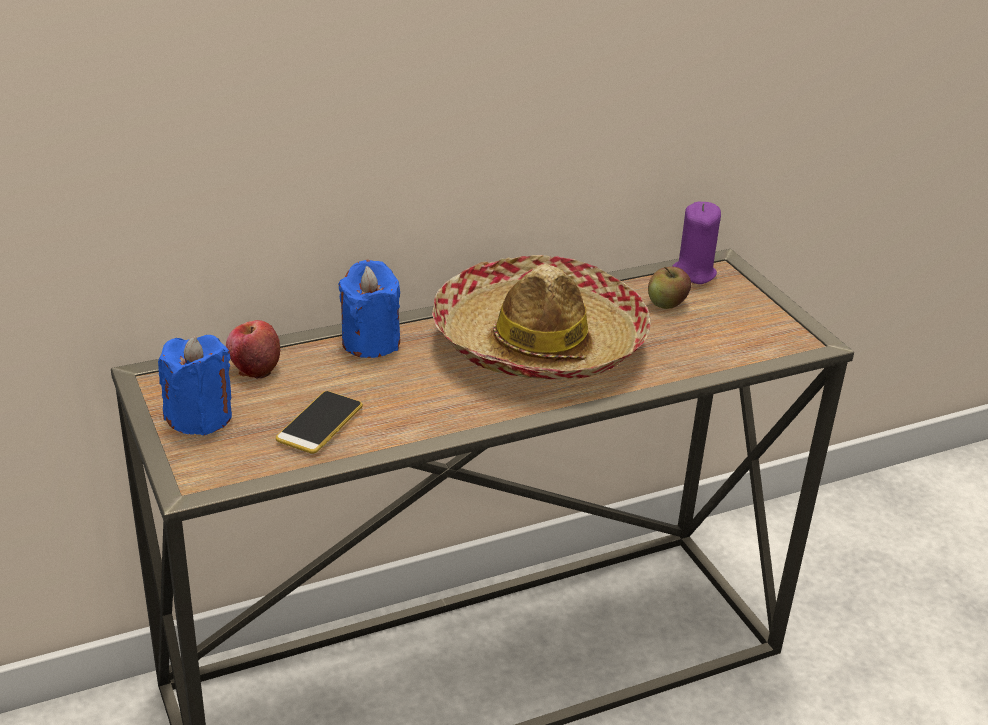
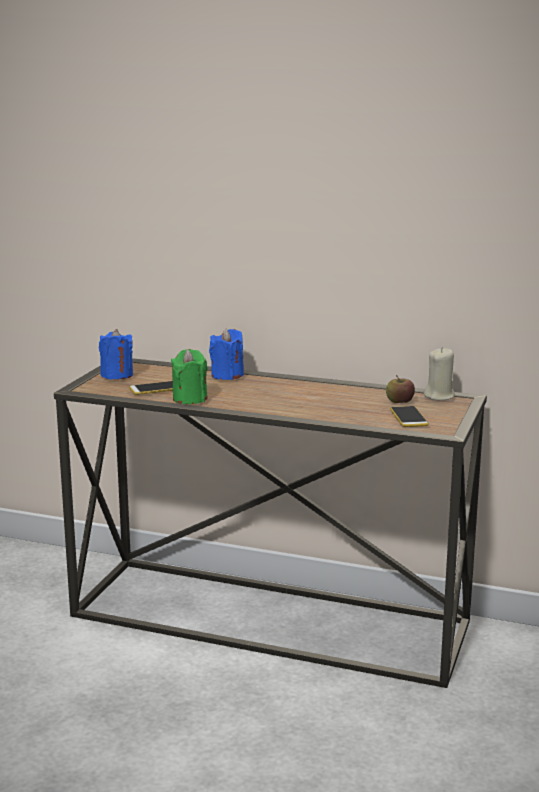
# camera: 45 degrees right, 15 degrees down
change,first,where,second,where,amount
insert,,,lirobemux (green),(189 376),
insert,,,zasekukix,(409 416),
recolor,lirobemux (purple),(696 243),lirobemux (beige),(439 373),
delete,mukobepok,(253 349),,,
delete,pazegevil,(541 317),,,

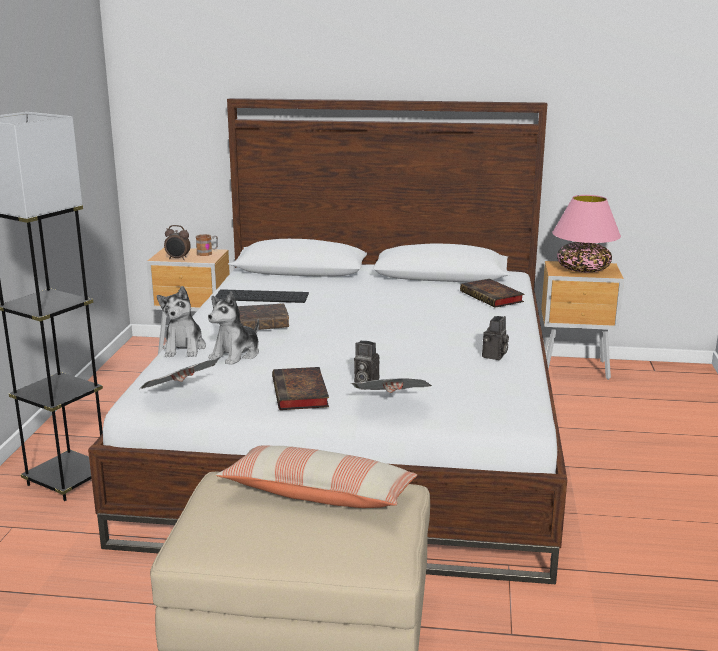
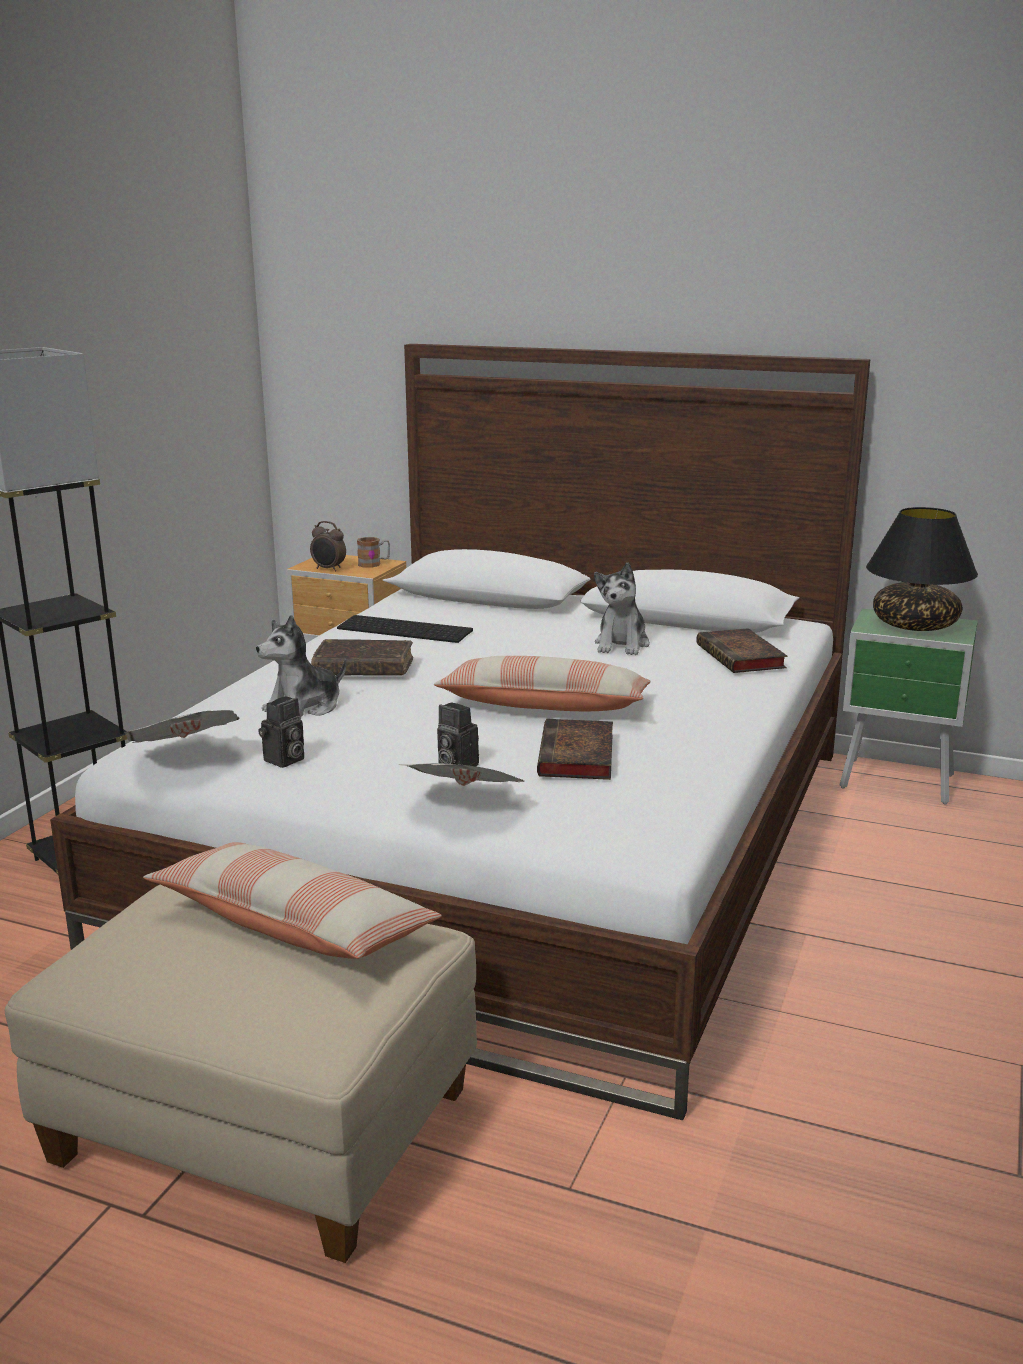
# camera: 15 degrees right, 0 degrees up
change,first,where,second,where,amount
move,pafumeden,(495 338),,(281 732),
insert,,,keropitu,(542 683),
move,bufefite,(300 388),,(575 749),
move,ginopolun,(181 321),,(622 609),
recolor,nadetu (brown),(582 320),nadetu (green),(909 706),
recolor,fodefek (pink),(586 233),fodefek (black),(922 569),

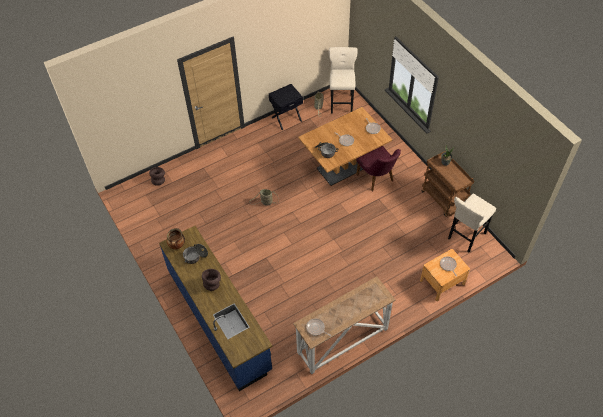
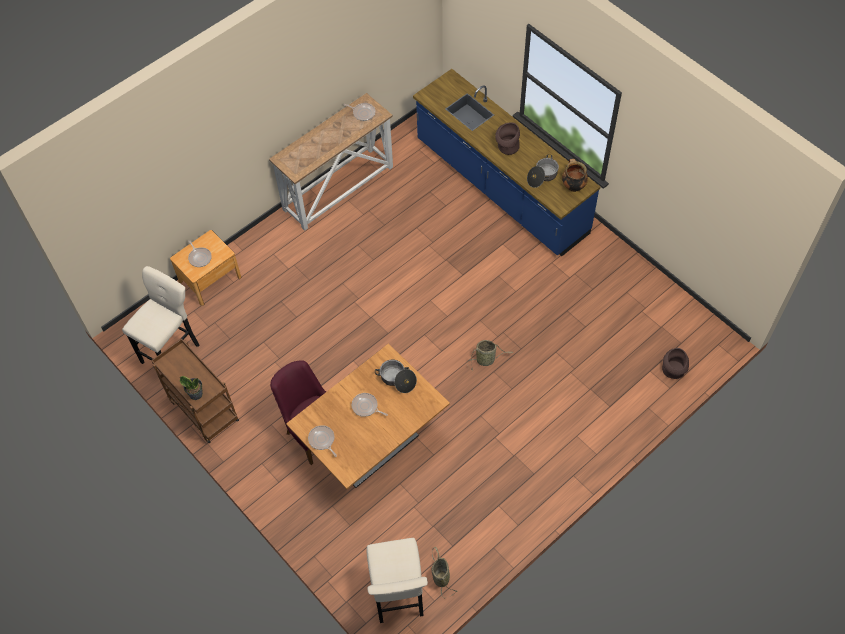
# camera: 170 degrees right, 5 degrees up
change,first,where,second,where,amount
delete,nadetu (black),(286 107),,,

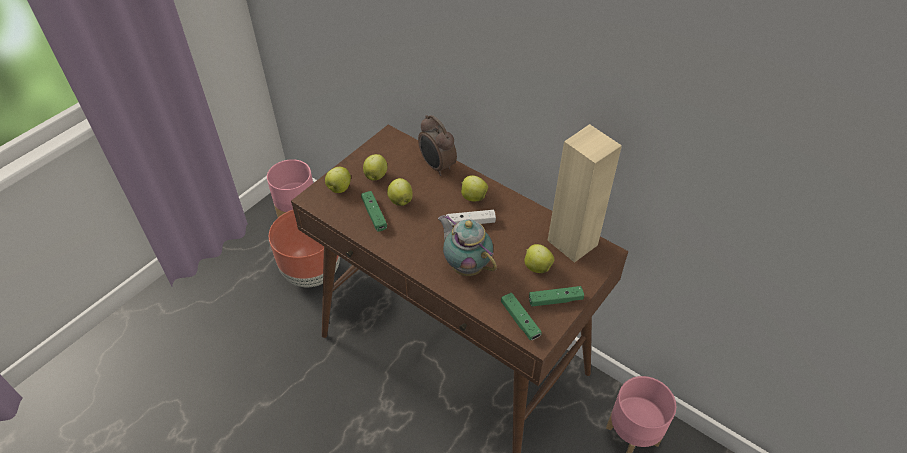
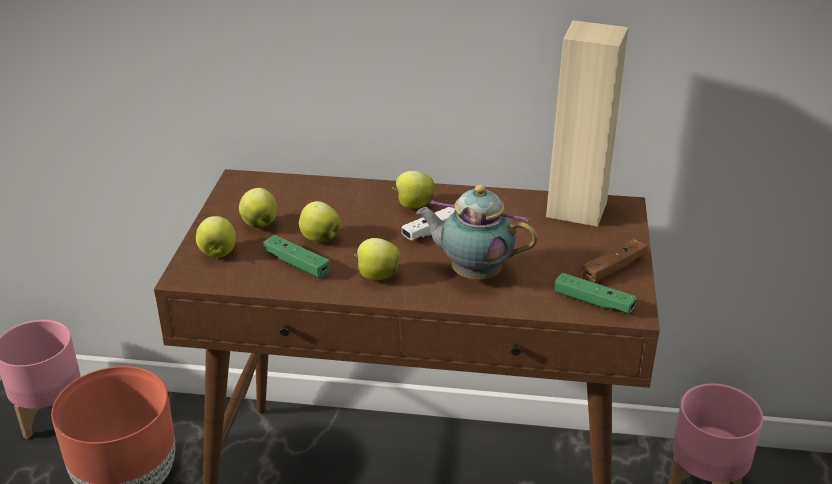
# camera: 30 degrees left, 15 degrees down
change,first,where,second,where,amount
move,mukobepok,(539 258),,(377 259),
recolor,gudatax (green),(556 296),gudatax (brown),(614 261),
delete,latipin,(437 145),,,

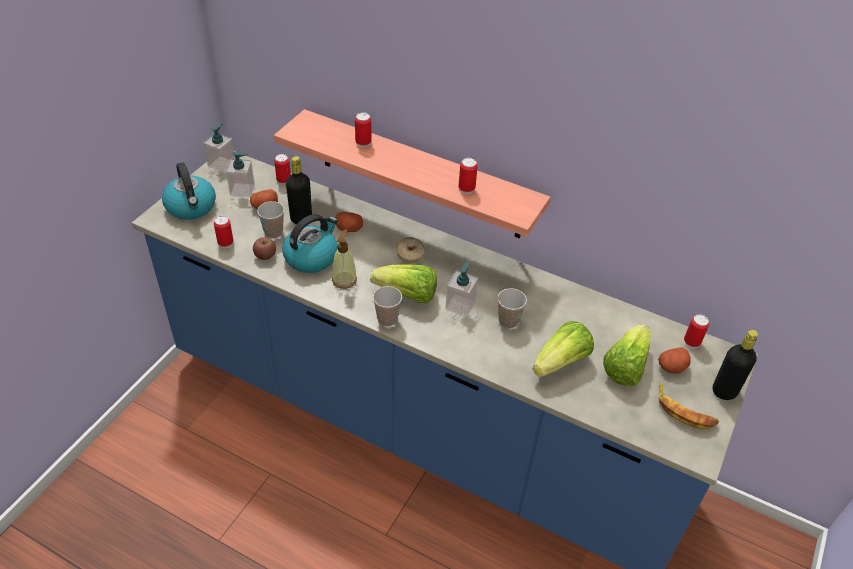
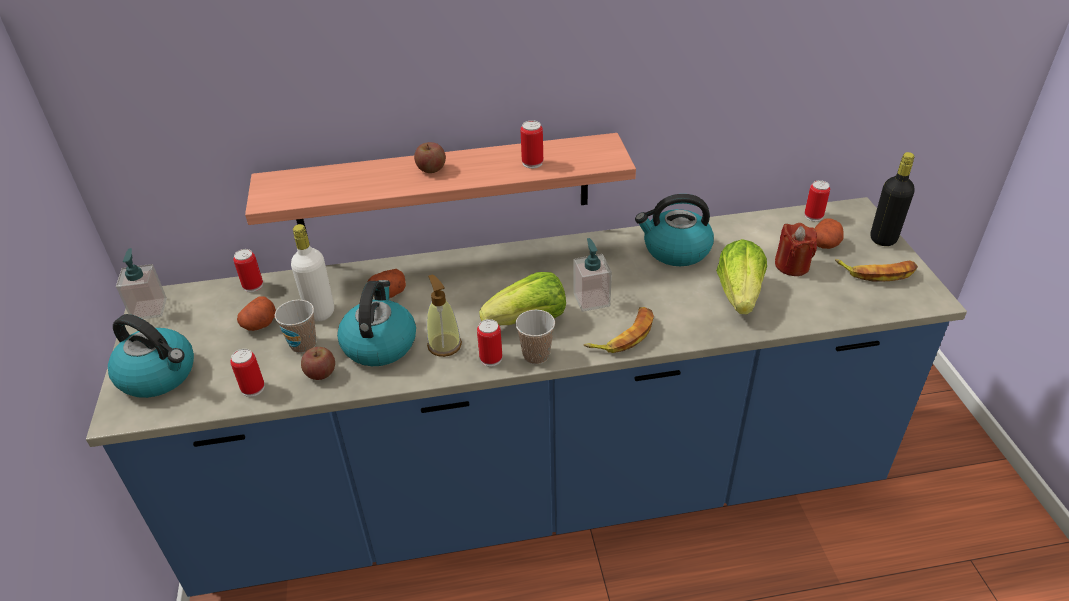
# camera: 35 degrees left, 5 degrees down
change,first,where,second,where,amount
recolor,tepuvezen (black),(299 190),tepuvezen (white),(312 273),
insert,,,mukobepok,(430 157),
move,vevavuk,(363 129),,(489 343),
insert,,,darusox,(619 330),
insert,,,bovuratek,(674 230),
replace,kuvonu,(627 355),lirobemux (red),(796 249),
delete,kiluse,(240 174),,,
delete,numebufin,(411 250),,,
delete,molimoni,(512 308),,,

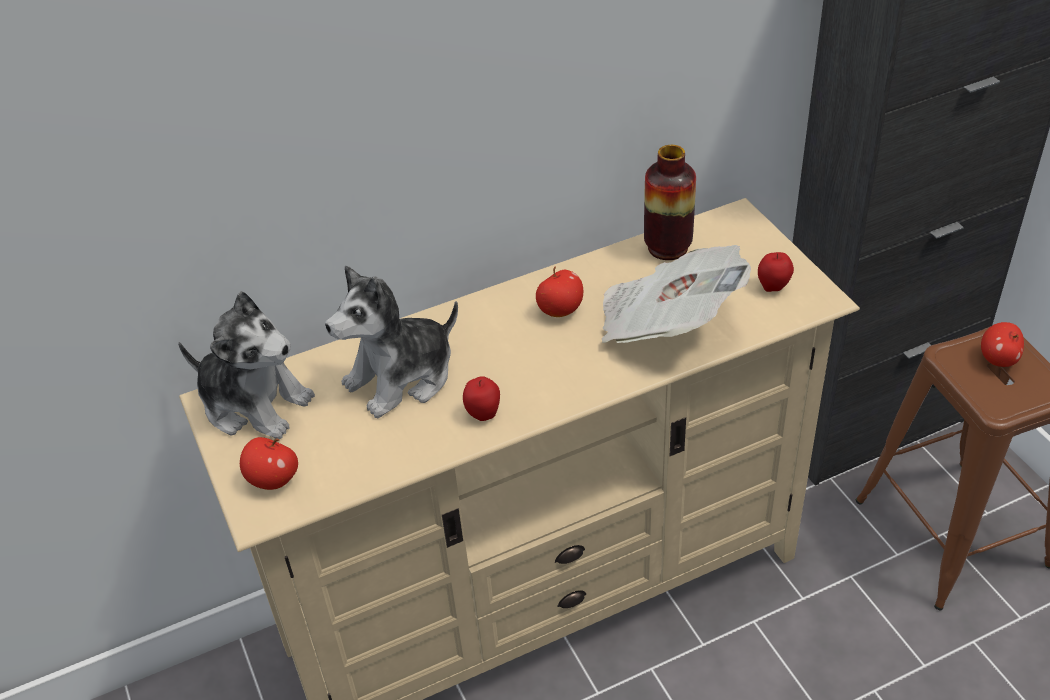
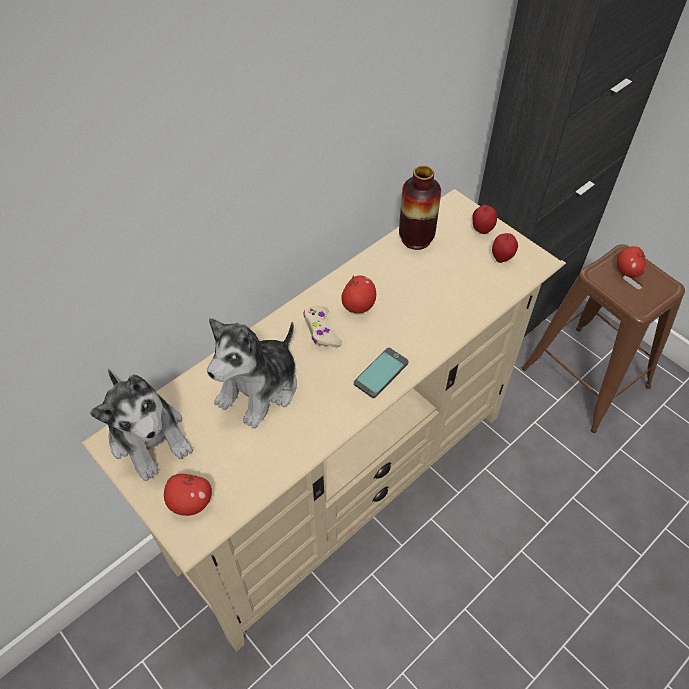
# camera: 20 degrees left, 10 degrees up
change,first,where,second,where,amount
rotate,ginopolun,(246 365),,(141 425),45 degrees clockwise
insert,,,gudatax (beige),(322 326),
insert,,,zasekukix,(381 373),
move,mukobepok,(481 398),,(485 219),
delete,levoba,(676 294),,,

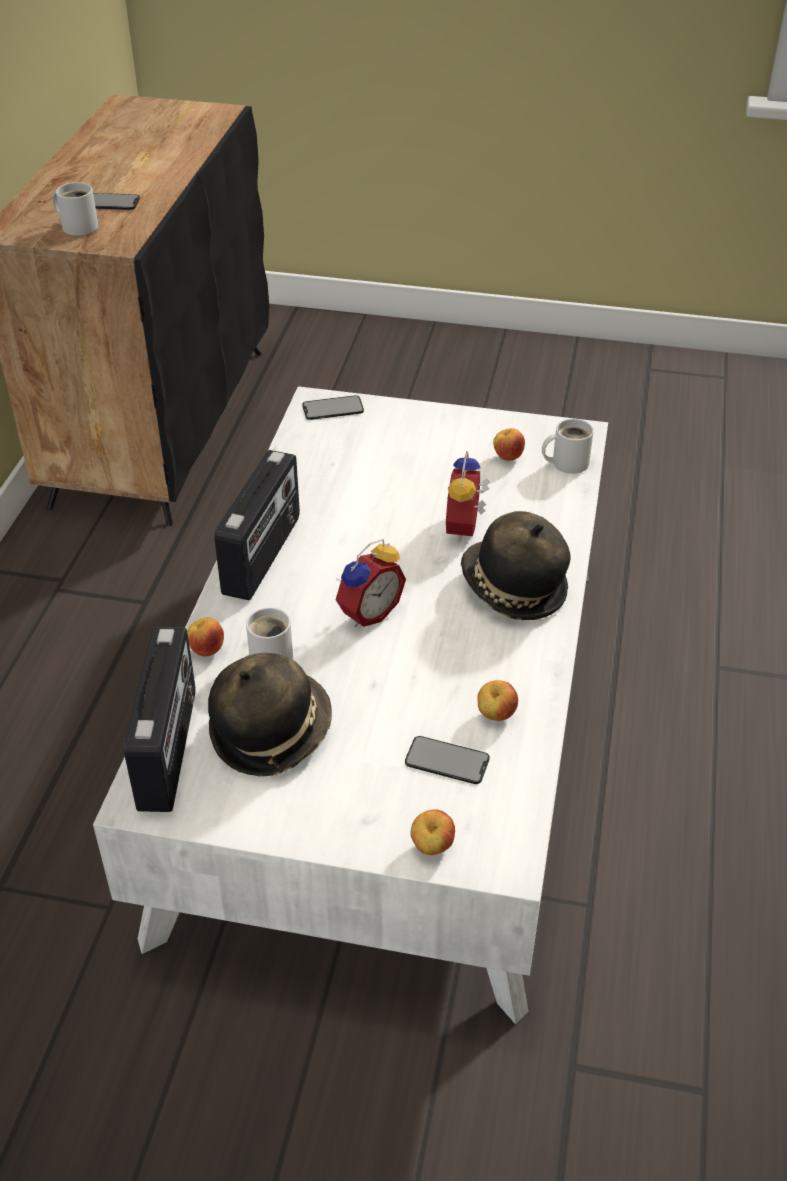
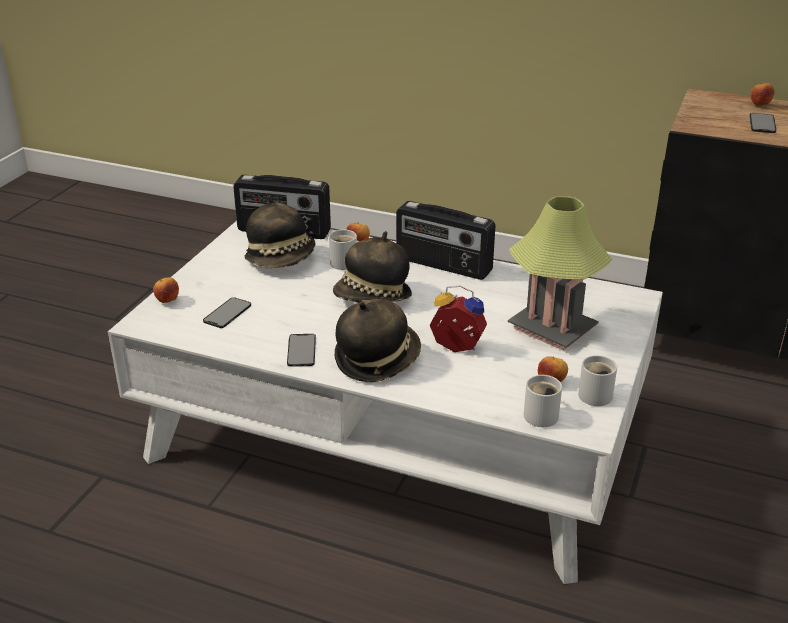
# camera: 100 degrees right, 10 degrees down
change,first,where,second,where,amount
move,zasekukix,(333 407),,(301 350),
replace,latipin,(371 583),pazegevil,(372 267),
insert,,,fodefek,(560 273),
move,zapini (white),(75 209),,(597 380),
move,mukobepok,(498 700),,(762 94),

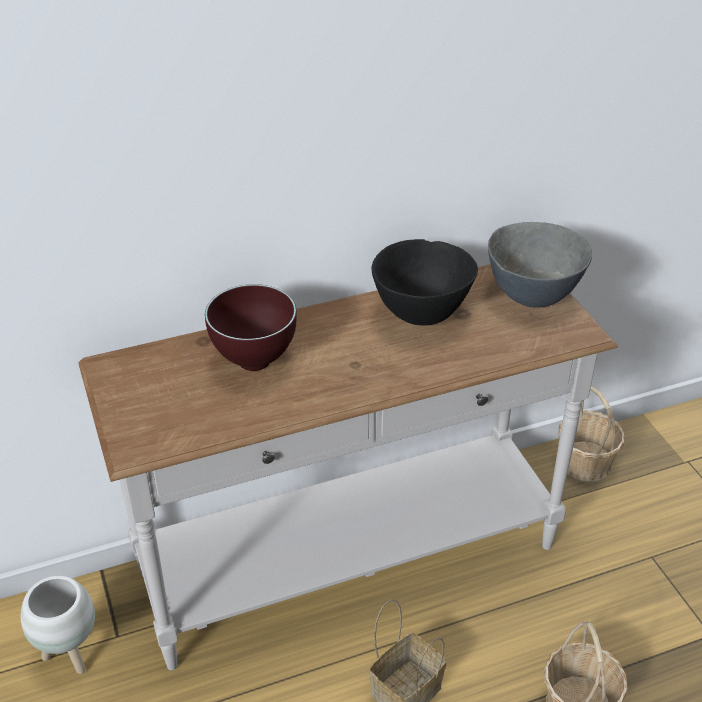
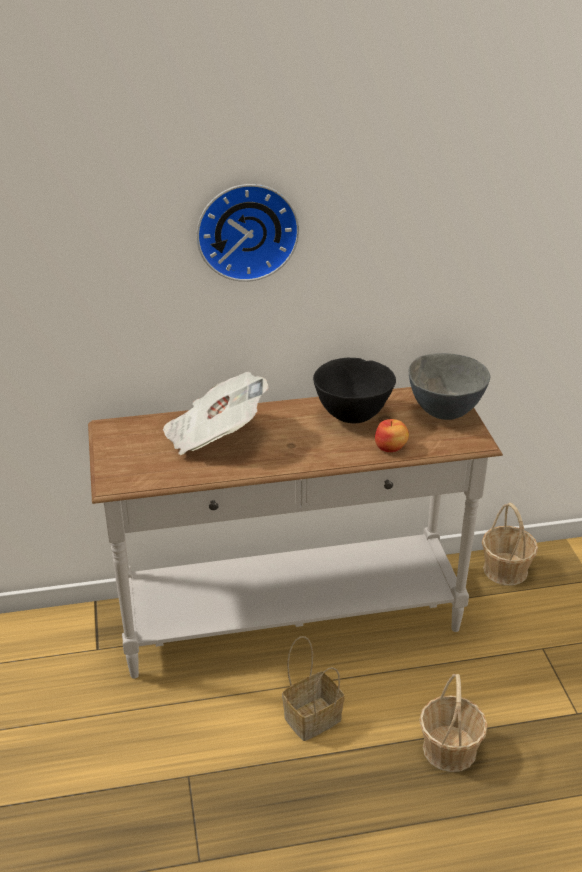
# camera: 10 degrees right, 5 degrees down
change,first,where,second,where,amount
replace,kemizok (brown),(251 327),levoba,(215 413),
insert,,,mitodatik,(247 233),
insert,,,mukobepok,(392 435),
delete,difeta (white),(58 625),,,

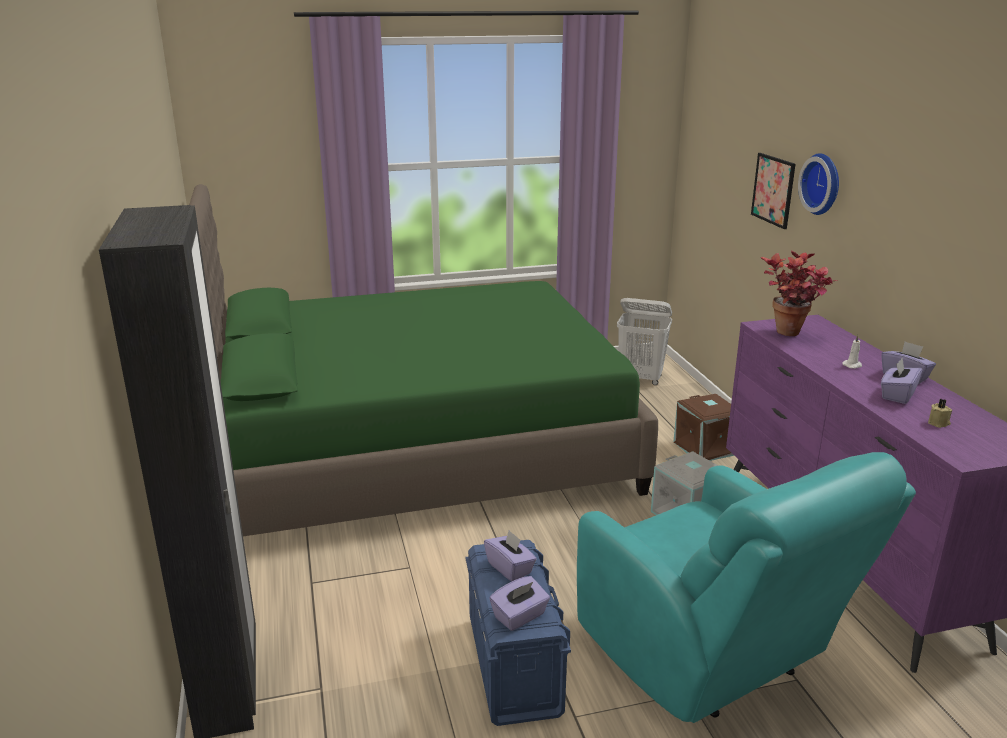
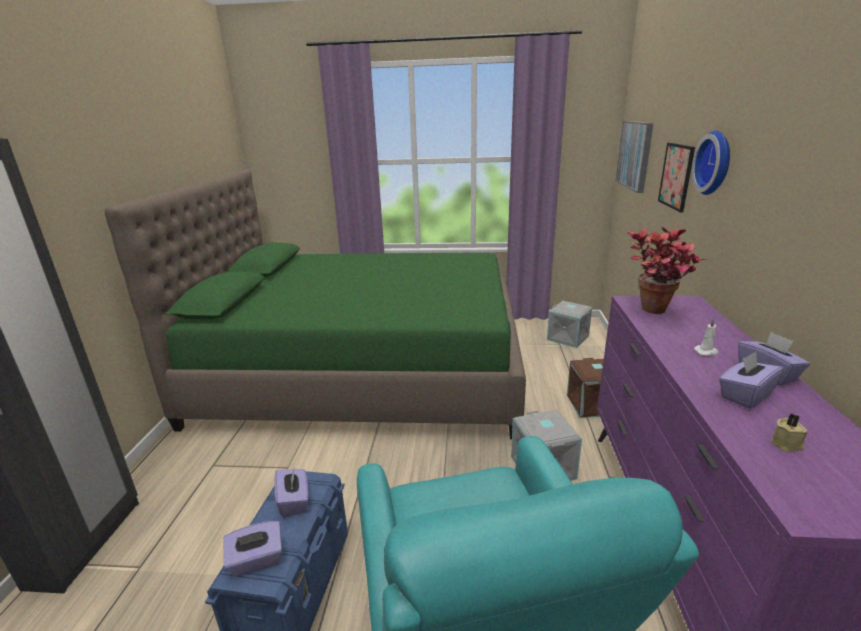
# camera: 20 degrees right, 0 degrees up
change,first,where,second,where,amount
replace,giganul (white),(644 341),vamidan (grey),(569 324),
insert,,,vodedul,(635 157),

